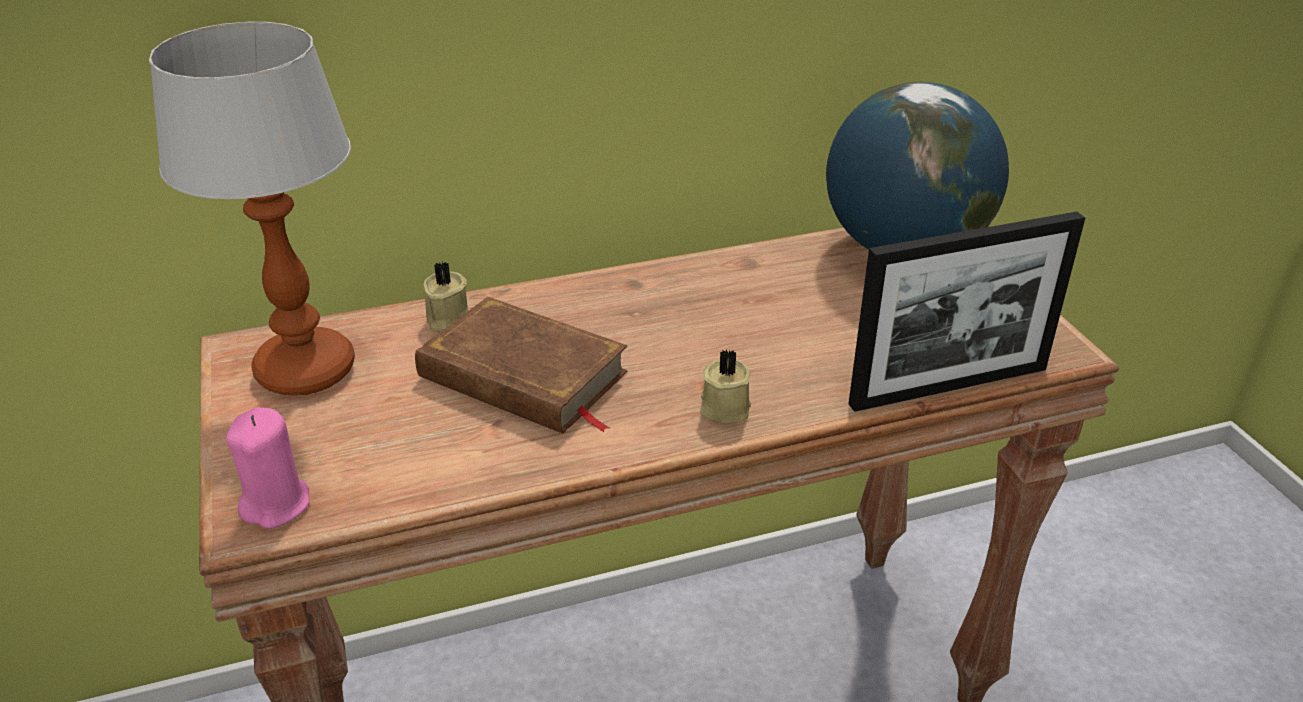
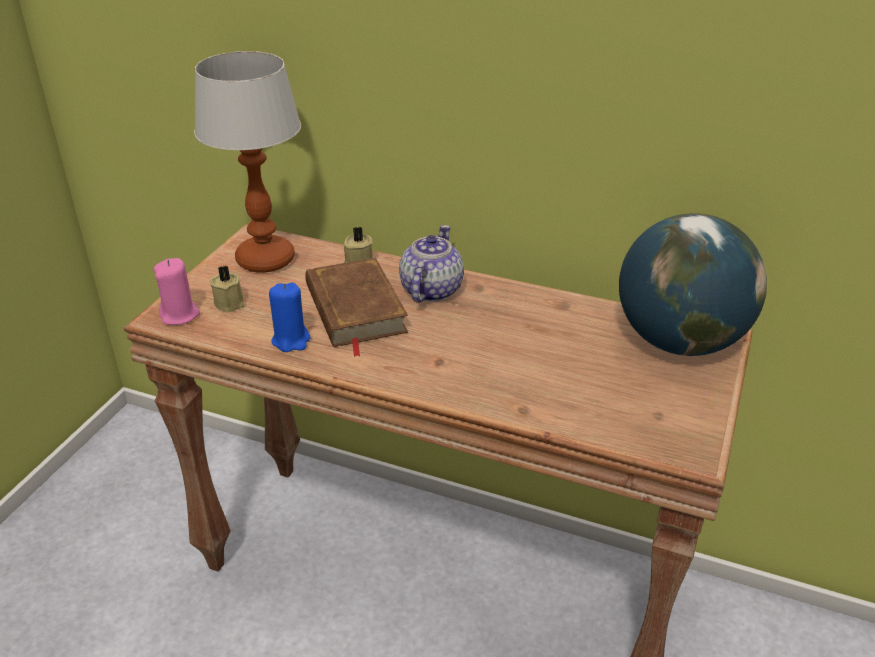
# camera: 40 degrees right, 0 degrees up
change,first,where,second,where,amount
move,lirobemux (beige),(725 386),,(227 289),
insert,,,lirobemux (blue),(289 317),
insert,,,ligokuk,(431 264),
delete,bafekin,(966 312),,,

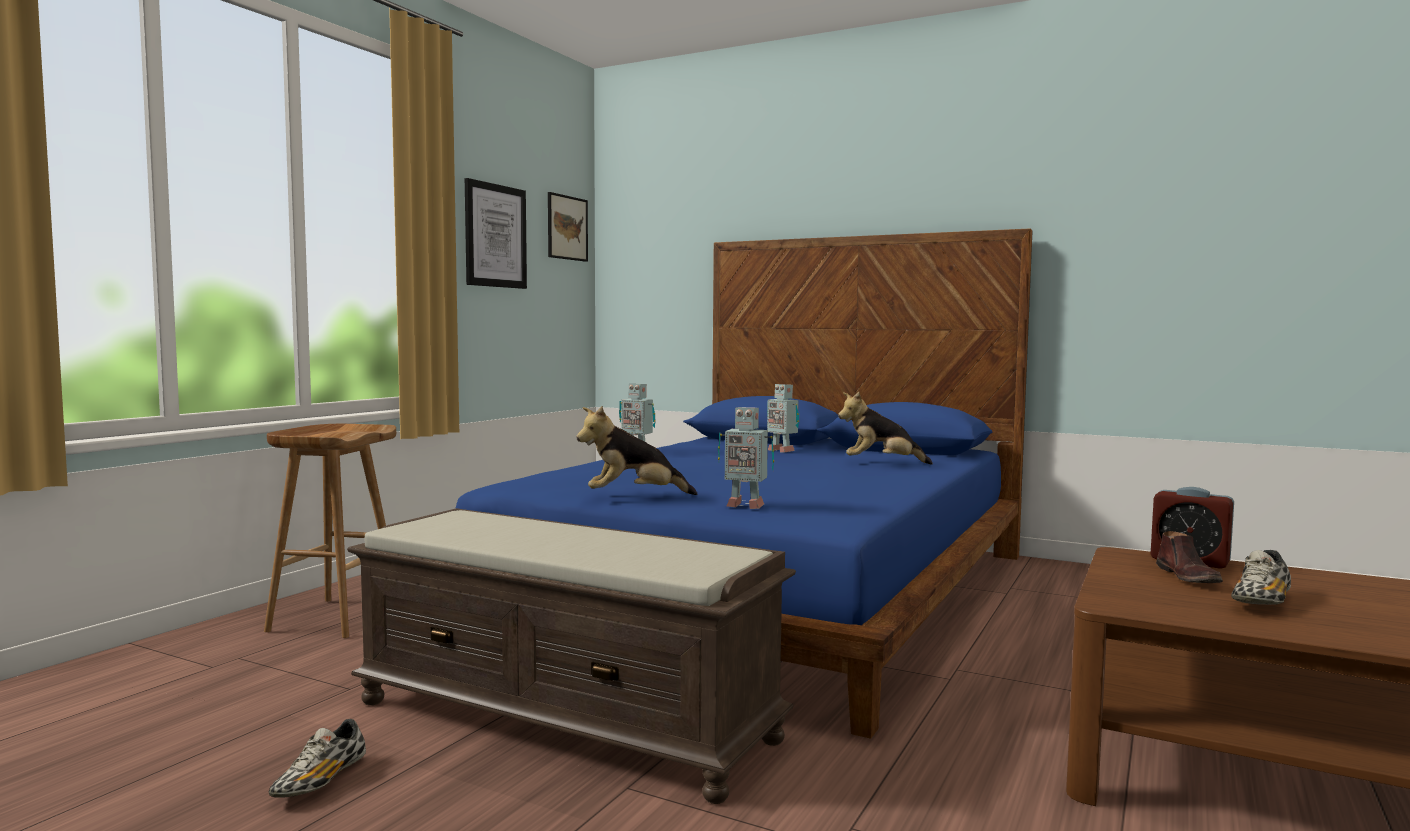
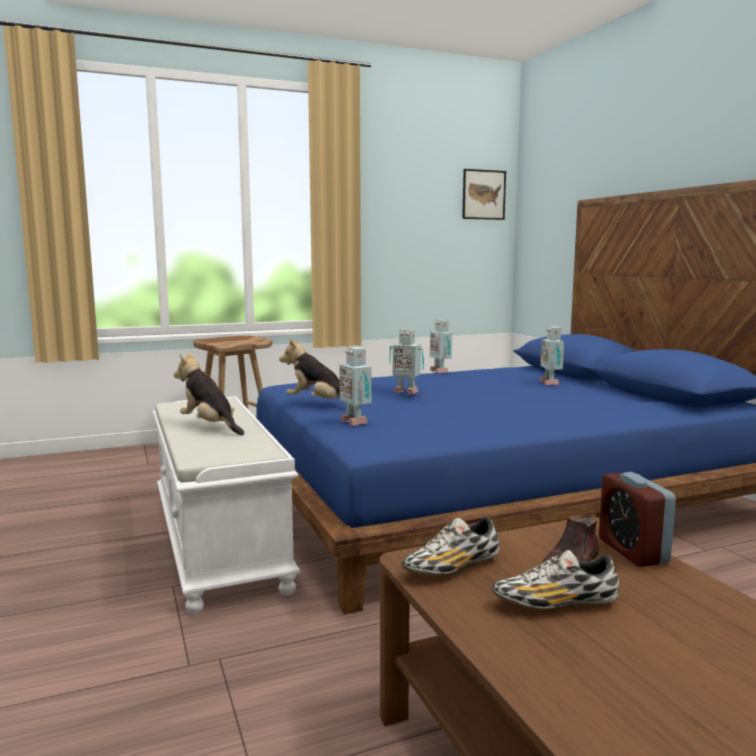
# camera: 40 degrees right, 5 degrees up
change,first,where,second,where,amount
recolor,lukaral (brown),(571 656),lukaral (white),(226 505),
move,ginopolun,(885 428),,(209 394),
insert,,,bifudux,(406 362),
move,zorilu,(317 758),,(450 545),
delete,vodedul,(496 233),,,

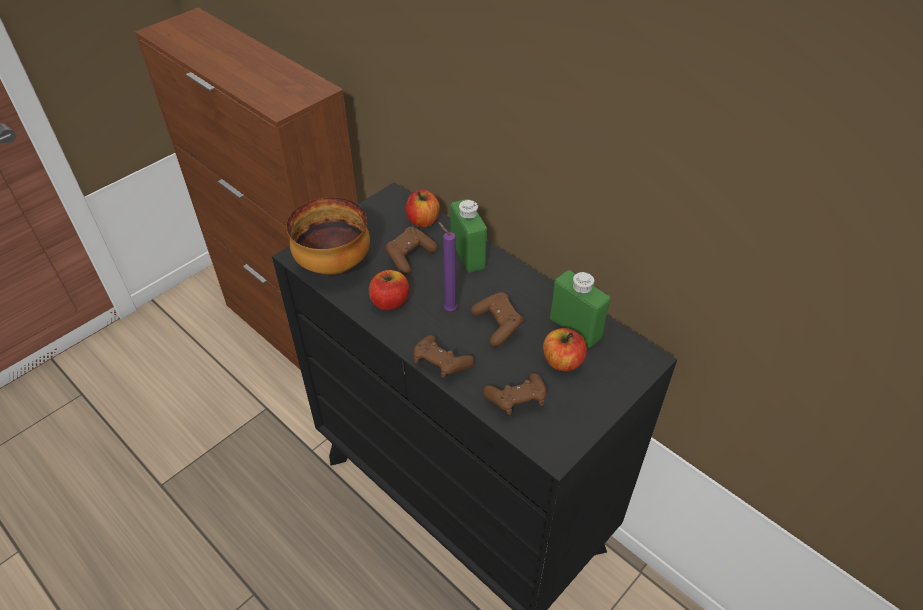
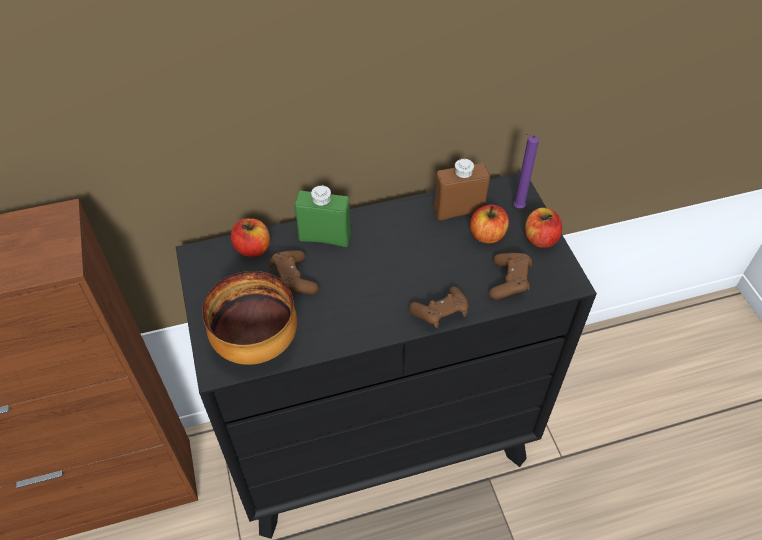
# camera: 60 degrees left, 5 degrees up
change,first,where,second,where,amount
recolor,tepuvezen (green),(580 309),tepuvezen (brown),(462 189),
move,lirobemux (purple),(447 266),,(526 170),
move,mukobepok,(389 290),,(543 228),
delete,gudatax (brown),(497 319),,,

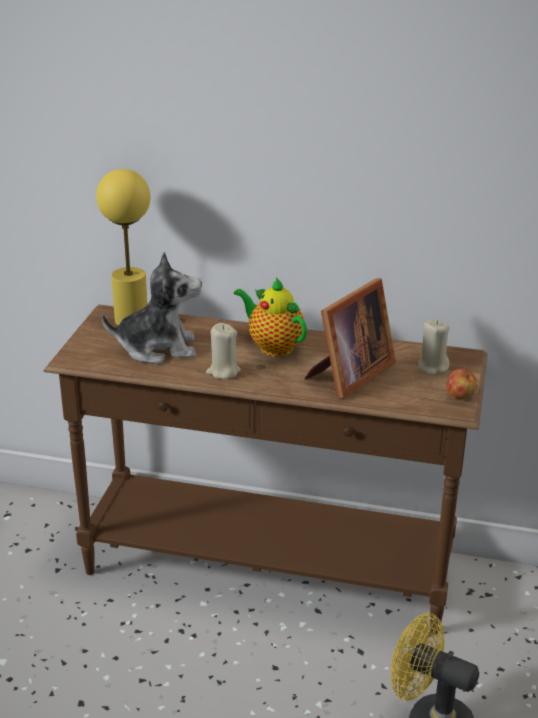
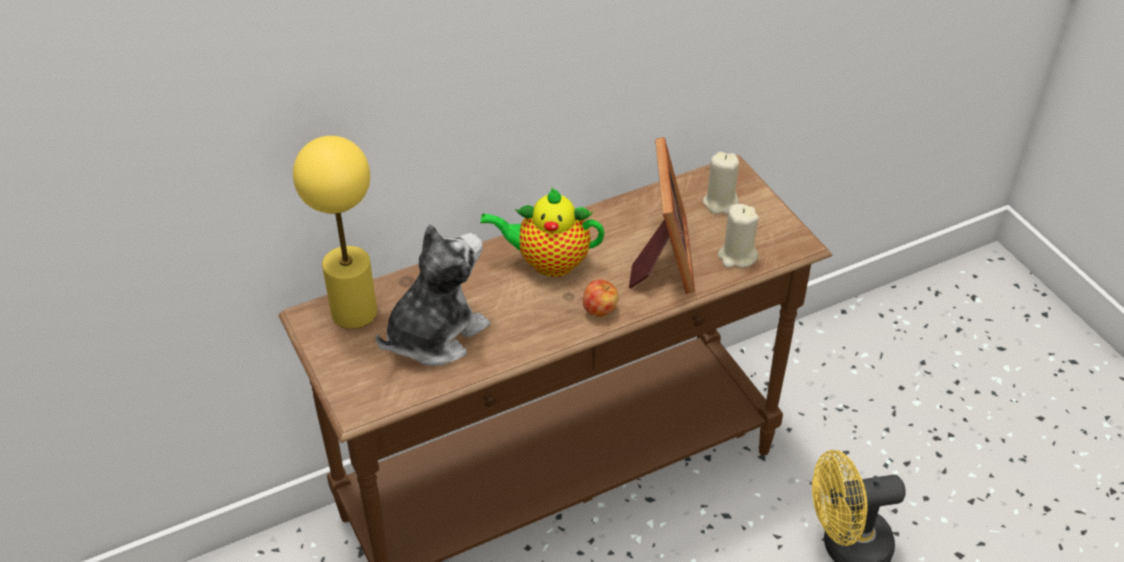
# camera: 40 degrees left, 15 degrees up
change,first,where,second,where,amount
move,mukobepok,(461 384),,(601 298),
move,lirobemux (beige),(223 351),,(738 236),

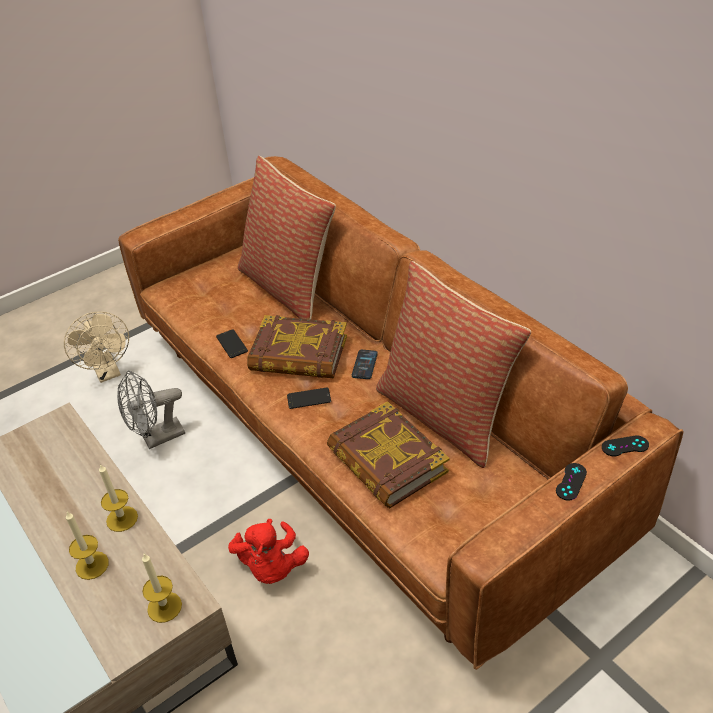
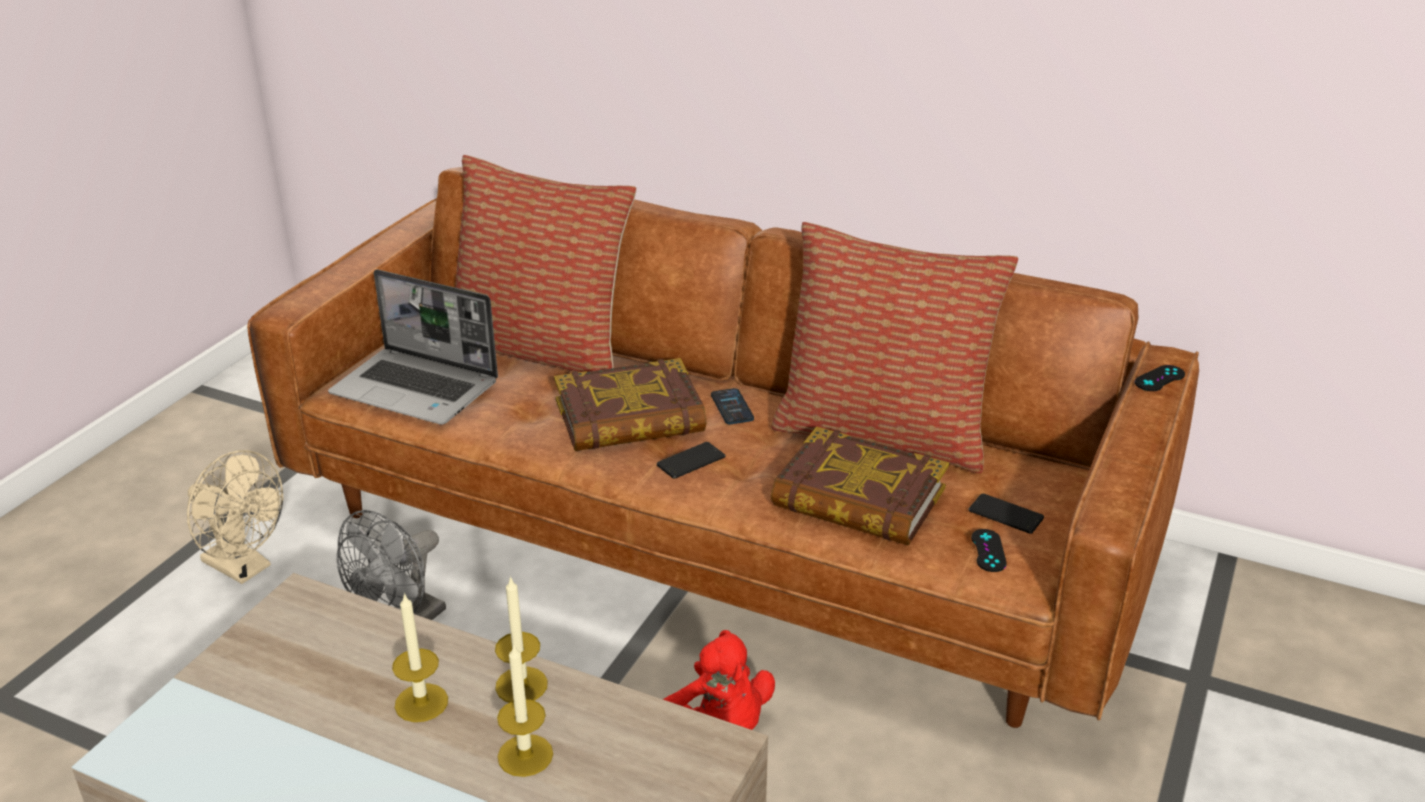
# camera: 30 degrees left, 10 degrees down
change,first,where,second,where,amount
insert,,,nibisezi,(413 346),
move,lirobemux,(162 588),,(420 657),
move,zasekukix,(232 343),,(1006 514),
move,gudatax (black),(571 481),,(989 550),

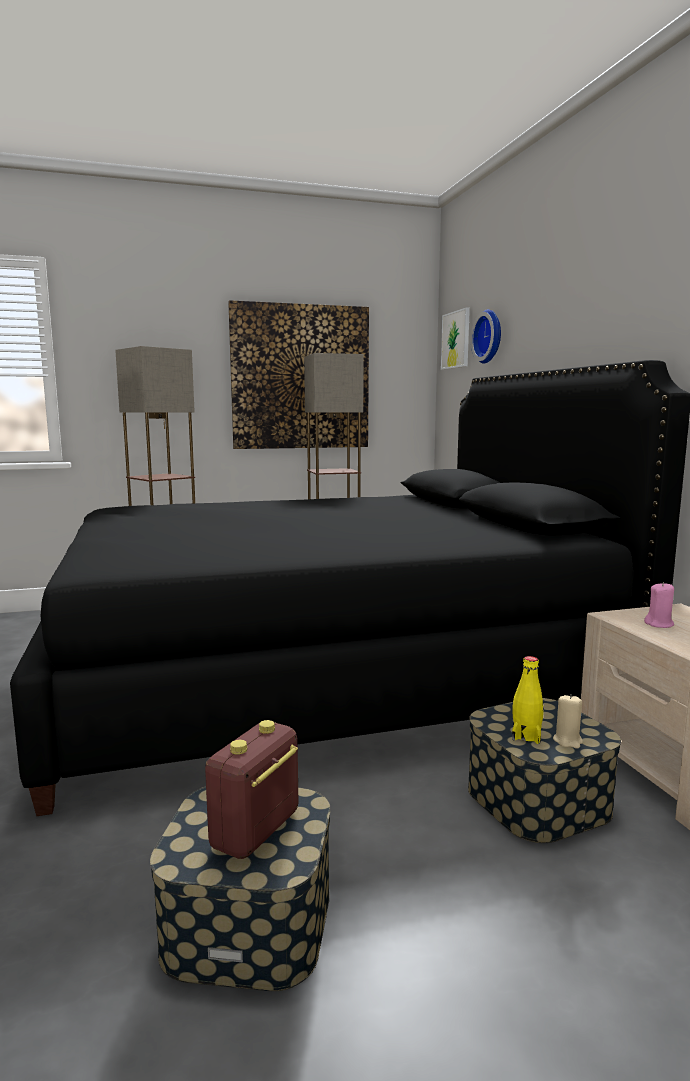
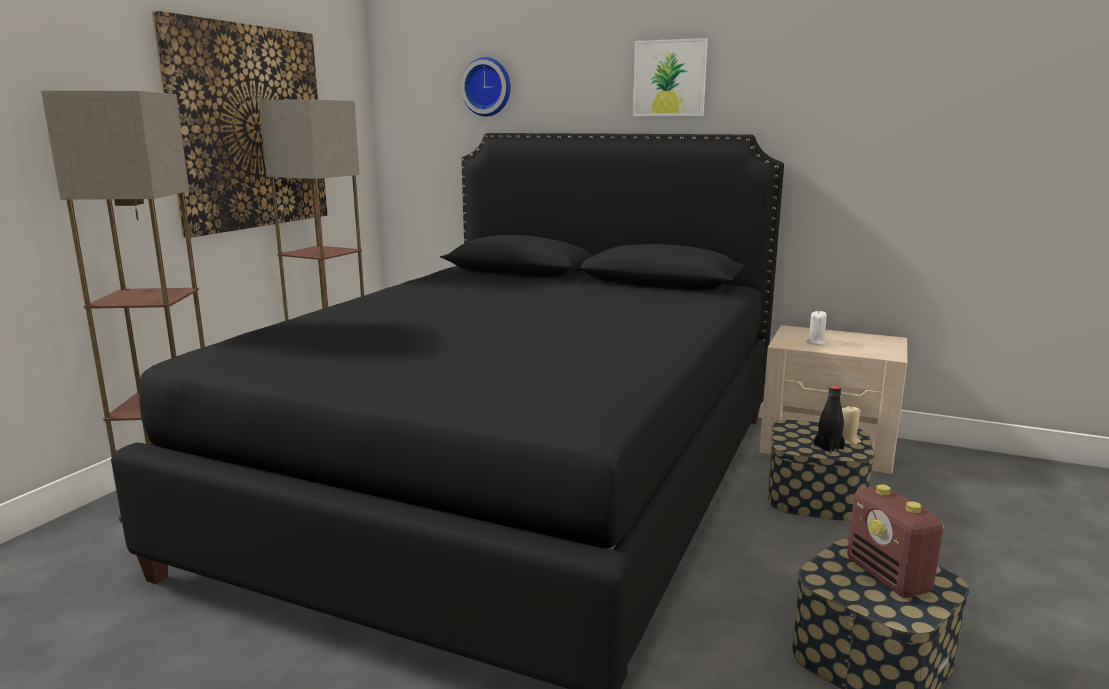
# camera: 50 degrees left, 5 degrees up
change,first,where,second,where,amount
move,vodedul,(455 338),,(670 77),
recolor,lirobemux (pink),(659 605),lirobemux (white),(816 328),
recolor,tepuvezen (yellow),(528 700),tepuvezen (black),(829 420),

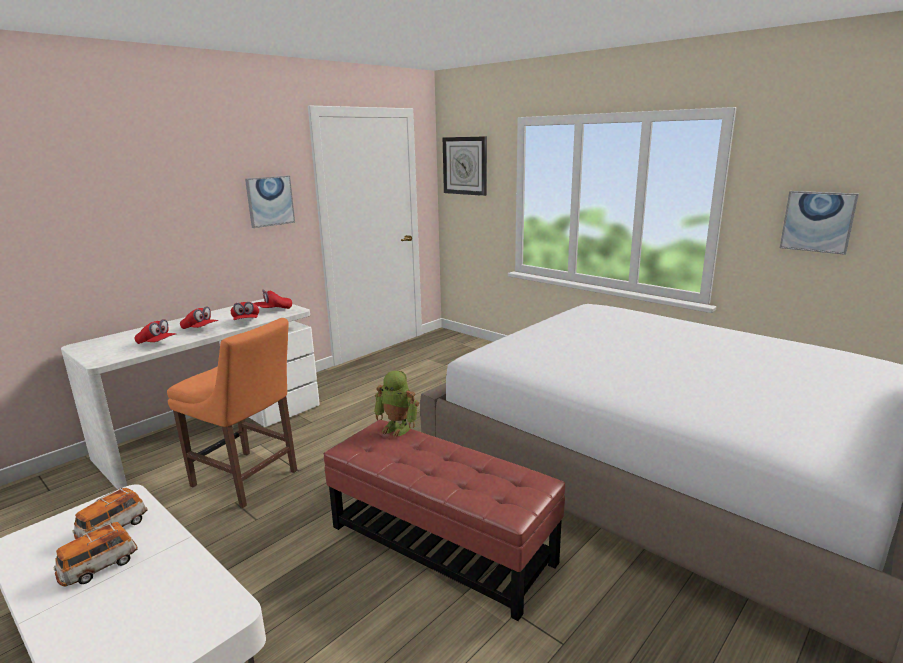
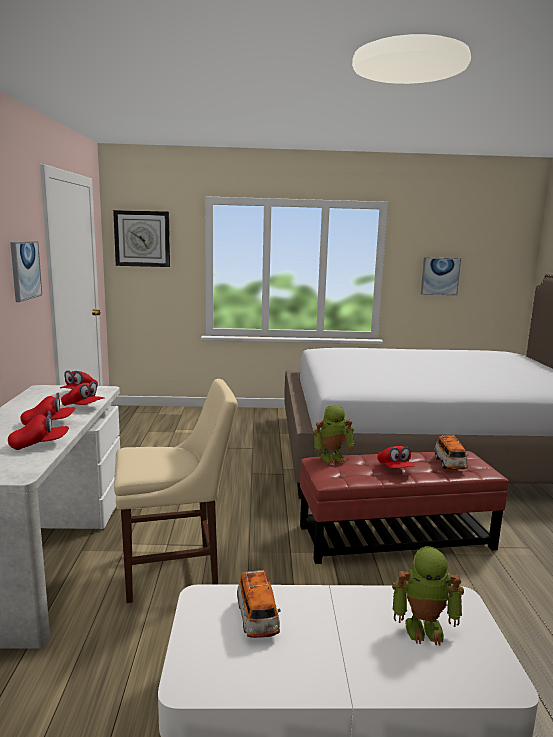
# camera: 45 degrees left, 5 degrees down
change,first,where,second,where,amount
recolor,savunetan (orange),(232 413),savunetan (beige),(176 491),
insert,,,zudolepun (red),(396 457),
insert,,,bifudux,(428 596),
move,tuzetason,(96 554),,(451 452),

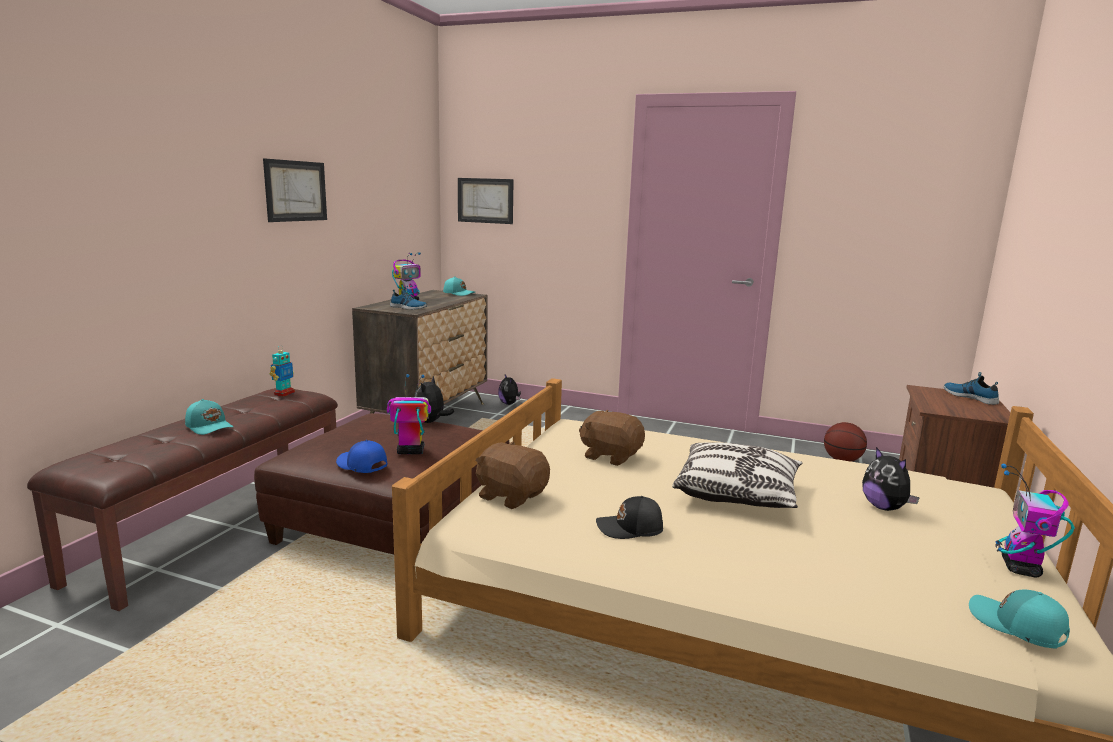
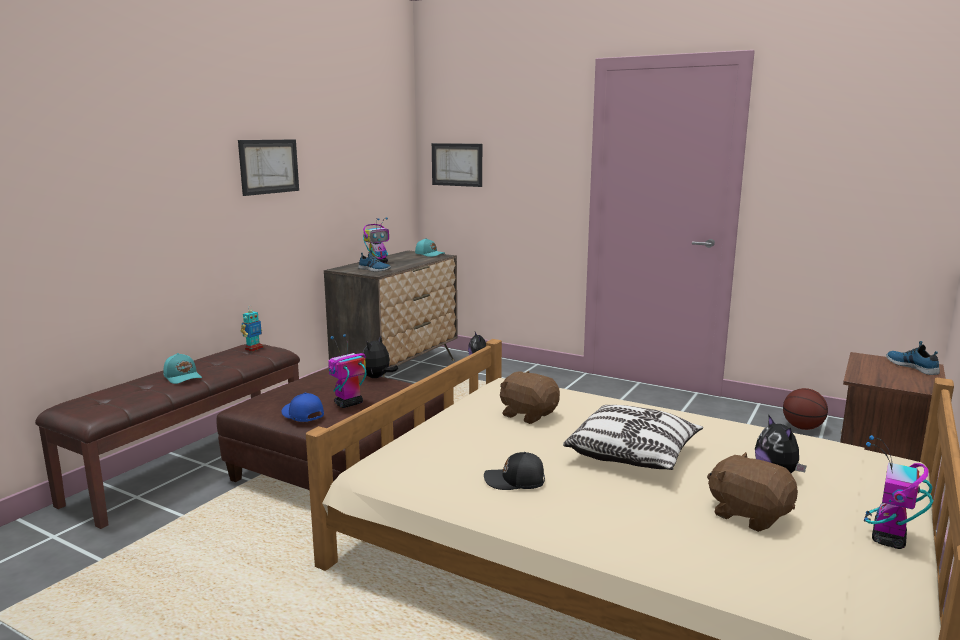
# camera: 10 degrees right, 0 degrees up
change,first,where,second,where,amount
rotate,bifudux,(409 414),,(347 371),45 degrees counterclockwise
move,ginopolun (brown),(513 475),,(752 492),
delete,zudolepun (turquoise),(1019 619),,,

